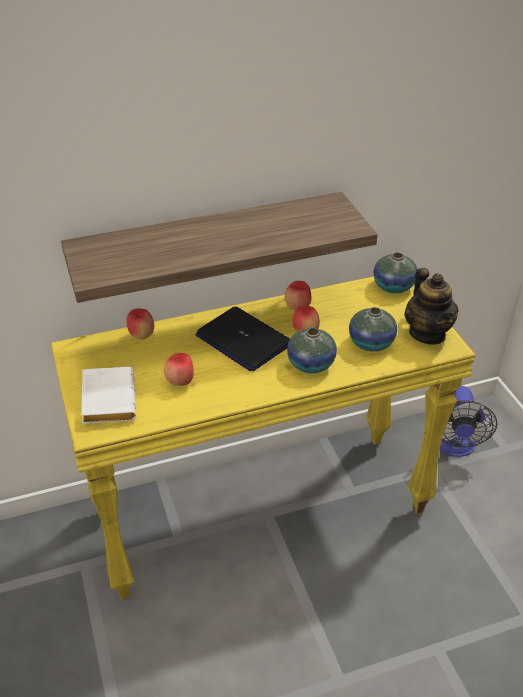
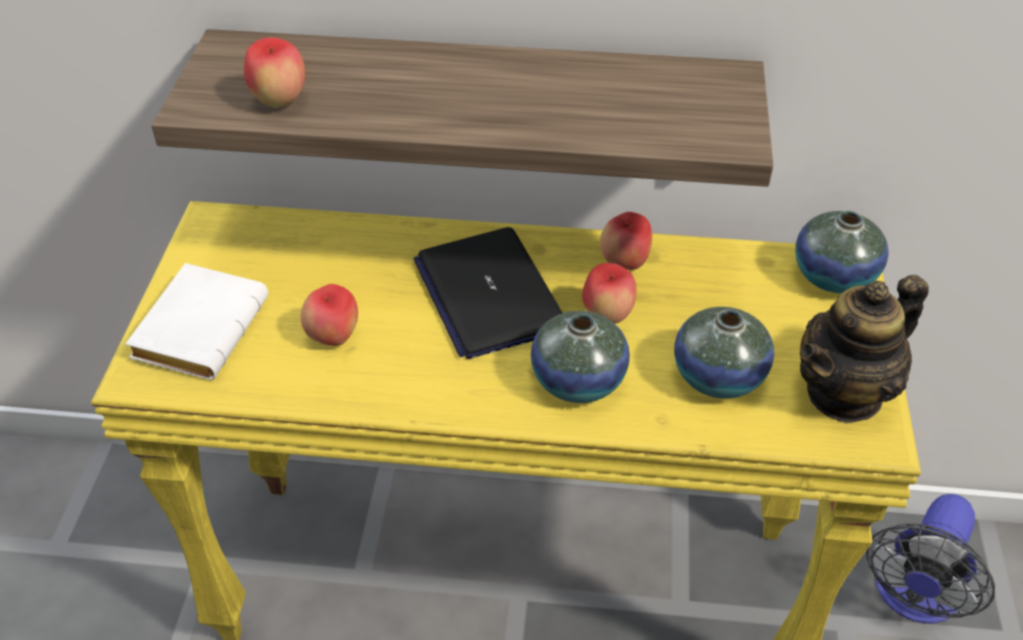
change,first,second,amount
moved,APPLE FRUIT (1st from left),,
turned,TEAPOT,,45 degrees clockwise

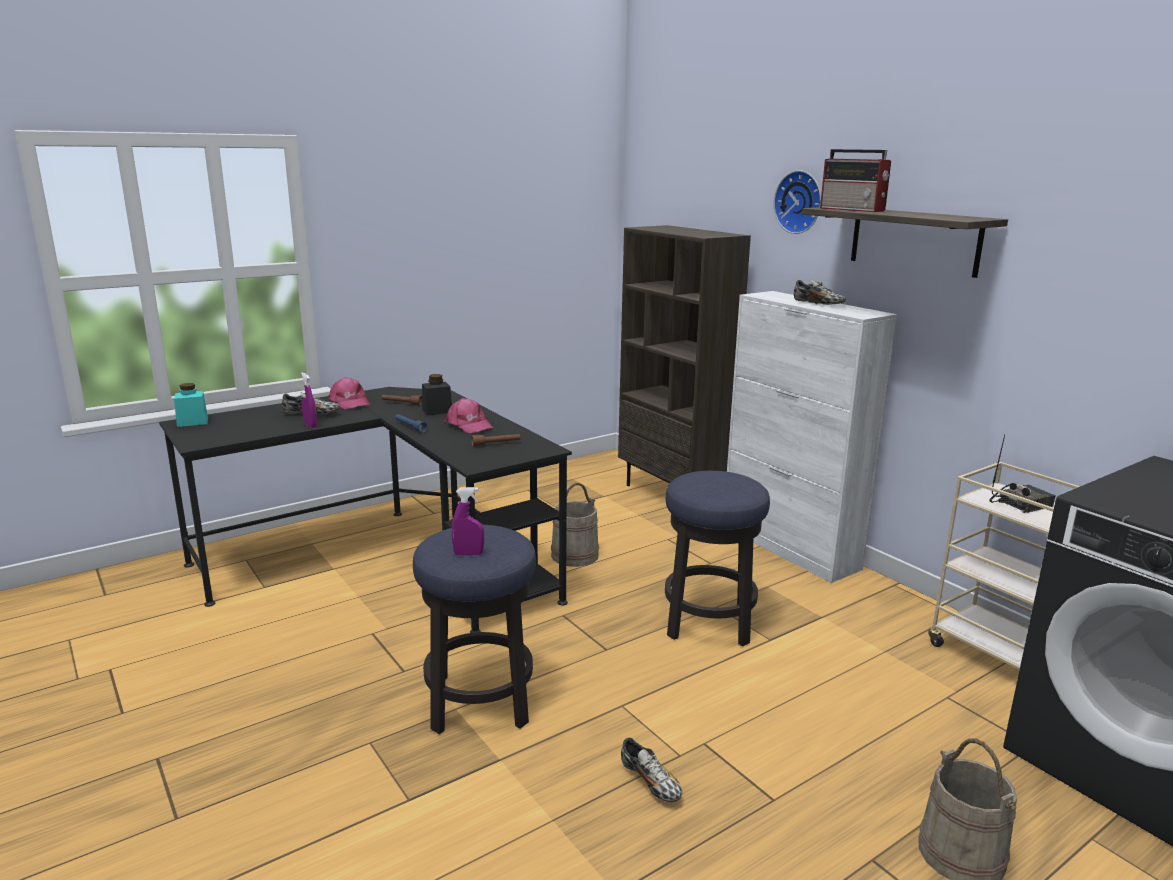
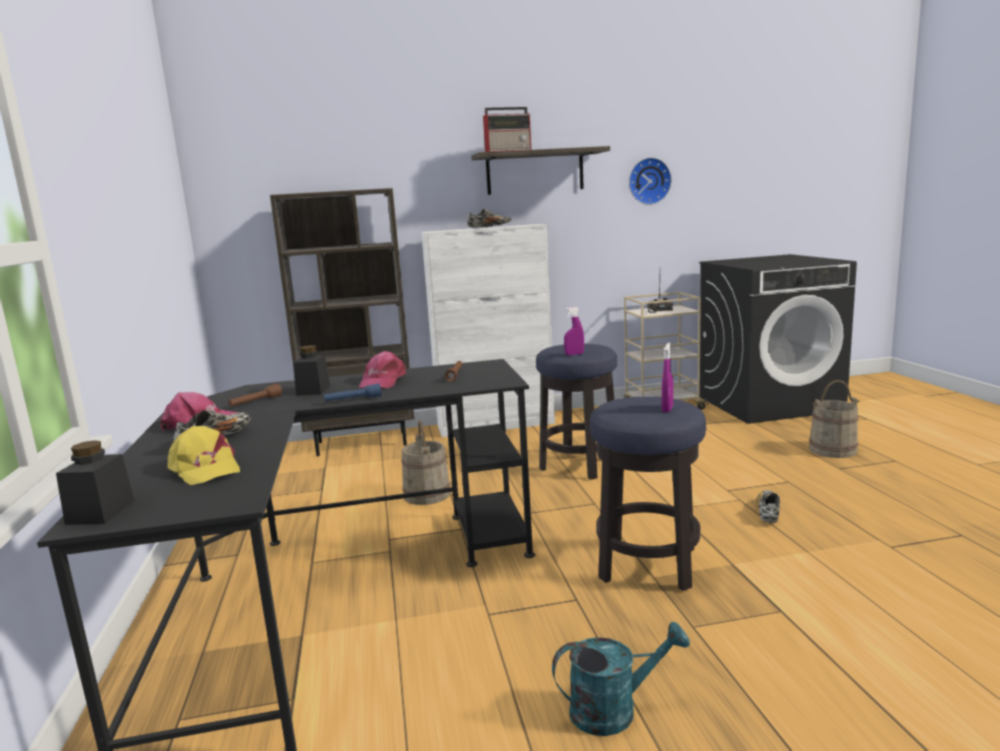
change,first,second,amount
added,,YELLOW-COLOURED BASEBALL CAP,
added,,BLUE-GREEN WATERING CAN,
moved,PURPLE SPRAYER (1st from left),,
moved,WALL CLOCK,,
recoloured,BLUE-GREEN PRESERVE JAR,BLACKISH PRESERVE JAR (1st from left),
turned,PINK BASEBALL CAP (2nd from left),,120 degrees clockwise
turned,LOW SHOE (2nd from left in the first image),LOW SHOE (3rd from left),60 degrees counterclockwise

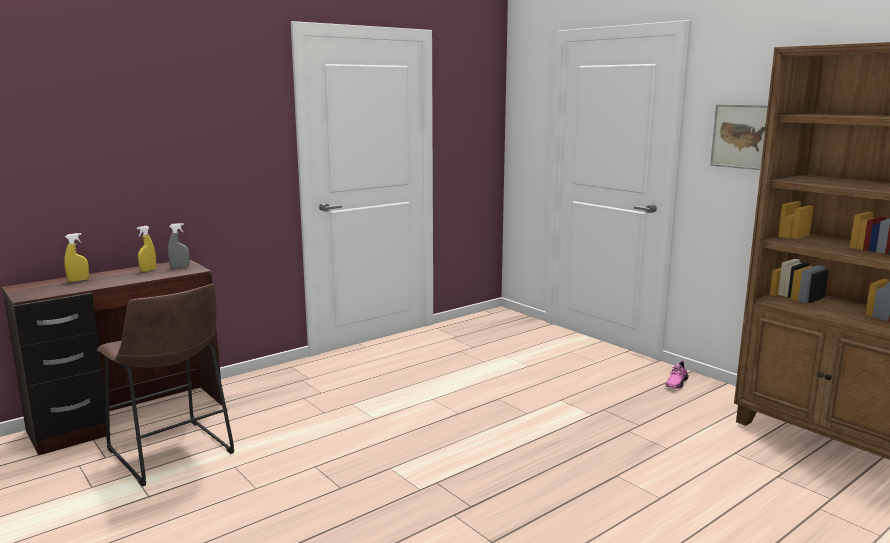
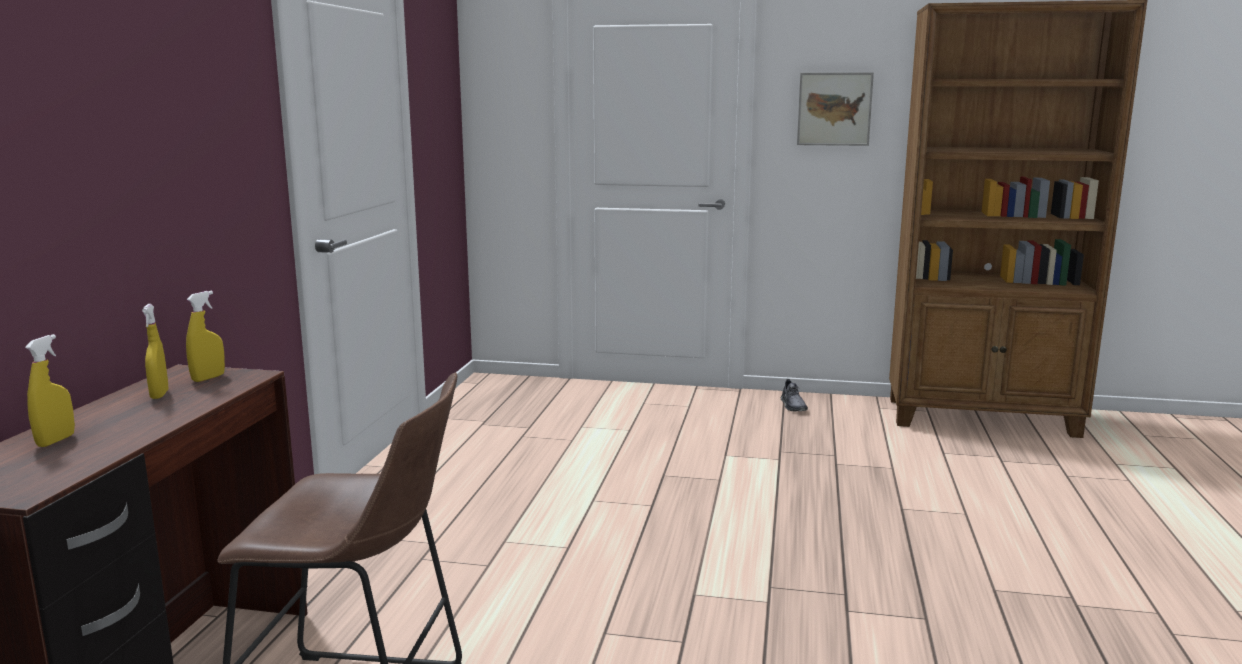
change,first,second,amount
recoloured,GREY SPRAYER,YELLOW-COLOURED SPRAYER (3rd from left),
recoloured,PINK LOW SHOE,GREY LOW SHOE,

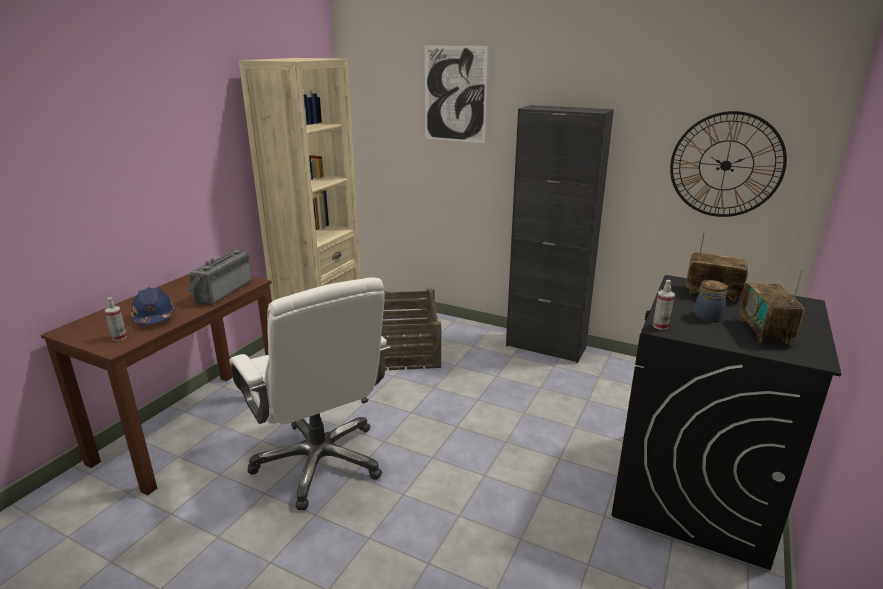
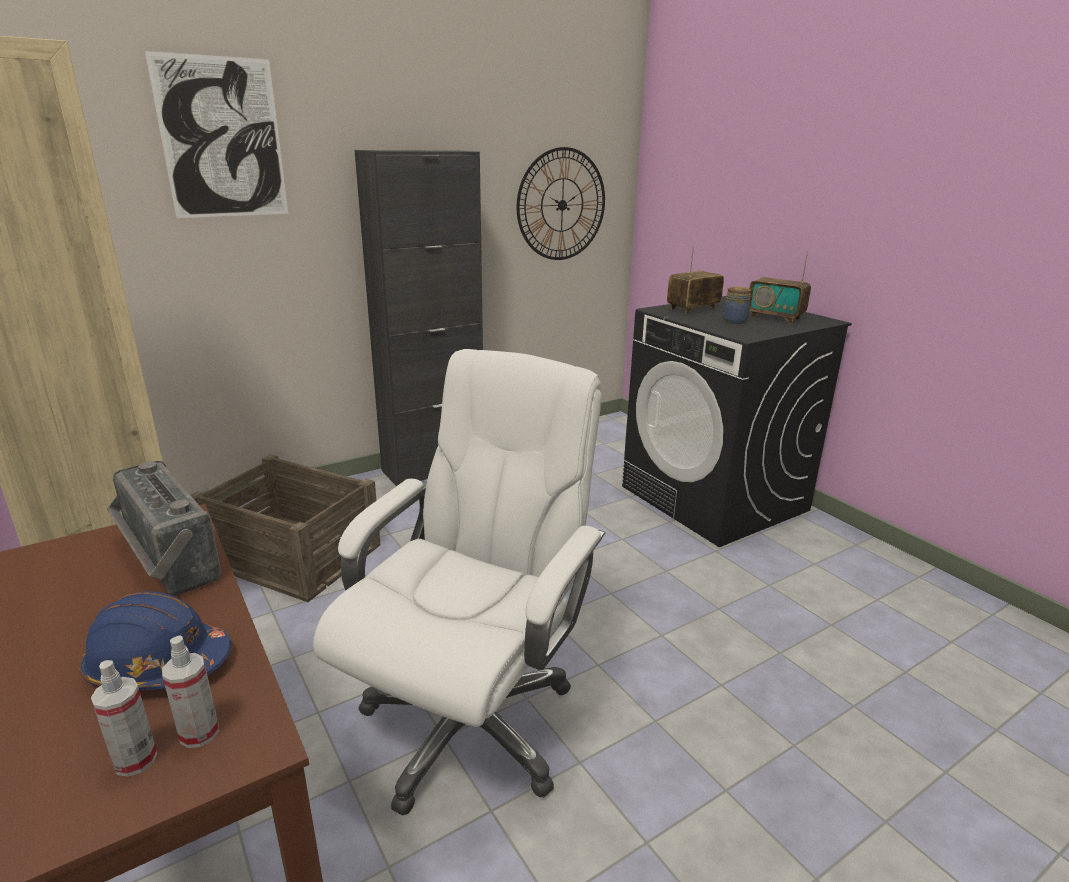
change,first,second,amount
moved,SPRAYER (2nd from left in the first image),SPRAYER (1st from left),
turned,WHITE OFFICE CHAIR,,60 degrees counterclockwise

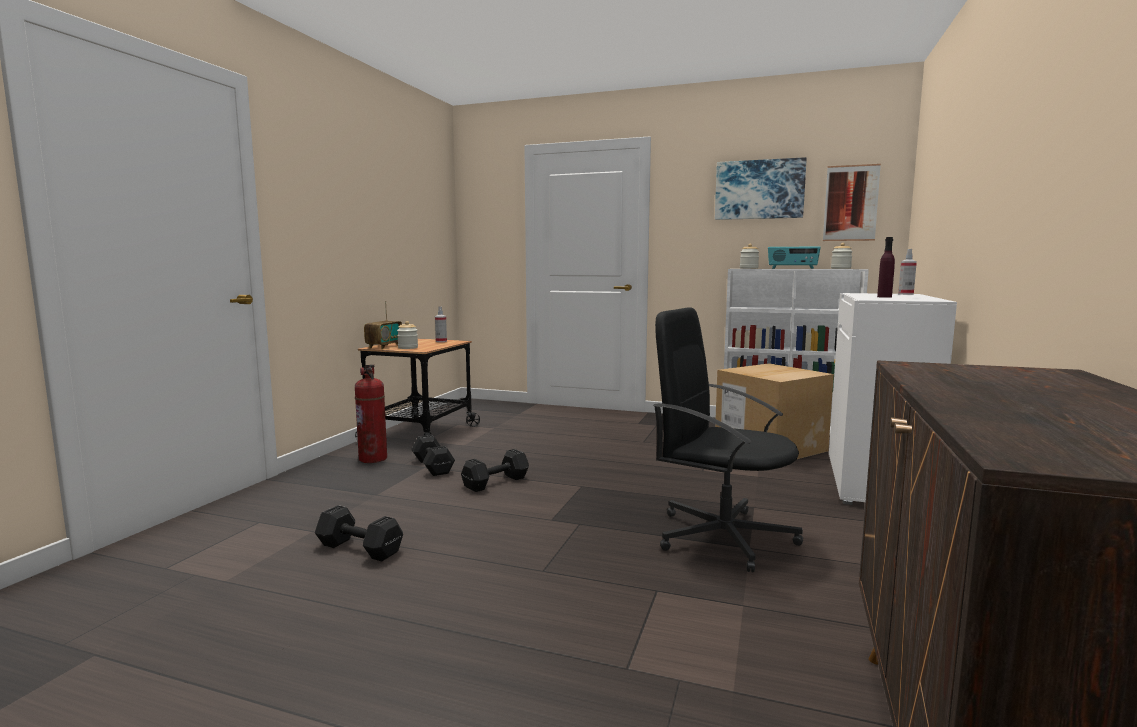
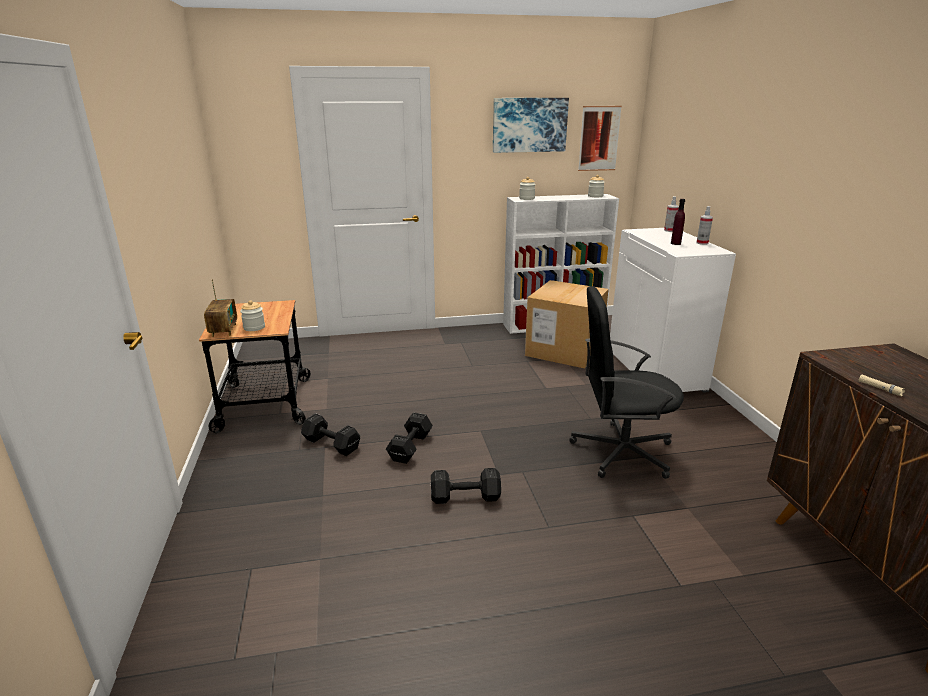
change,first,second,amount
removed,FIRE EXTINGUISHER,,
removed,RADIO (2nd from left),,
added,,SAND-COLOURED HAND TORCH,
moved,BLACKISH FREE WEIGHT (1st from left in the first image),BLACKISH FREE WEIGHT (3rd from left),
moved,SPRAYER (1st from left in the first image),SPRAYER (2nd from left),

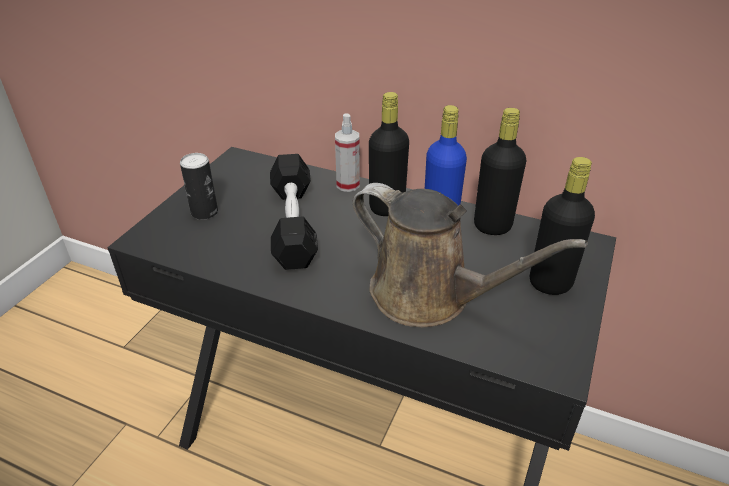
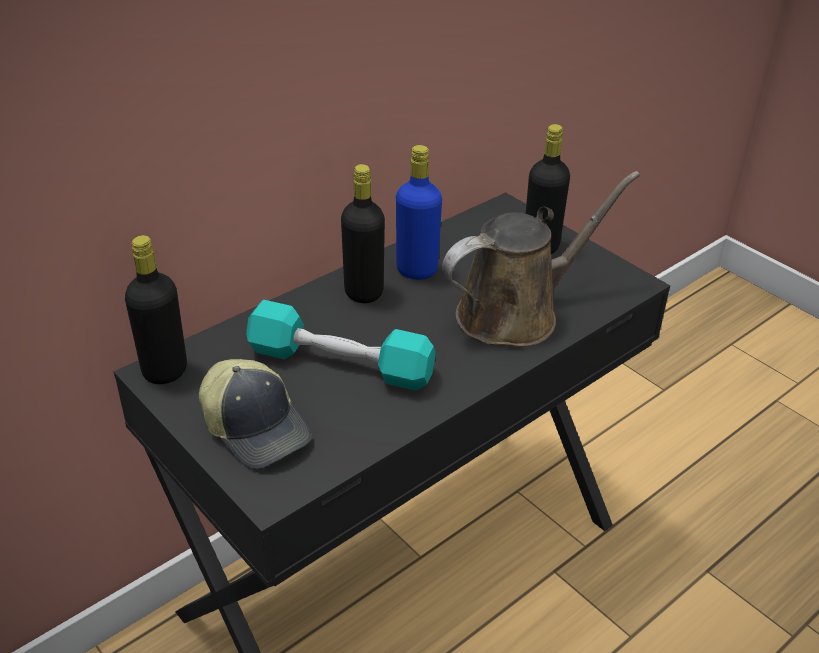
change,first,second,amount
removed,SPRAYER,,
moved,BLACKISH DRINK BOTTLE (2nd from left in the first image),BLACKISH DRINK BOTTLE (1st from left),
replaced,CAN,BASEBALL CAP,
recoloured,BLACKISH FREE WEIGHT,BLUE-GREEN FREE WEIGHT,

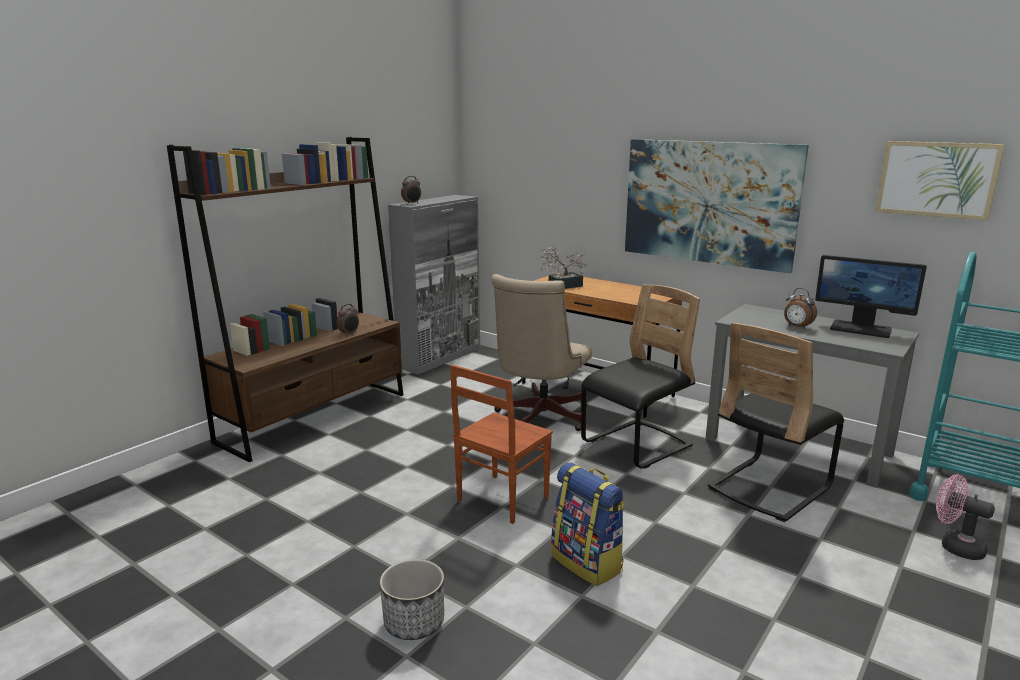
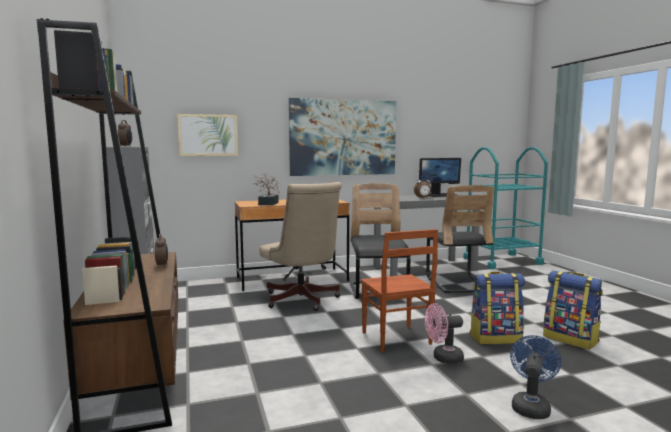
change,first,second,amount
added,,RUCKSACK (2nd from left),
moved,PICTURE (2nd from left in the first image),PICTURE (1st from left),
moved,PINK ELECTRIC FAN,,
replaced,PLANTER,BLUE-COLOURED ELECTRIC FAN,

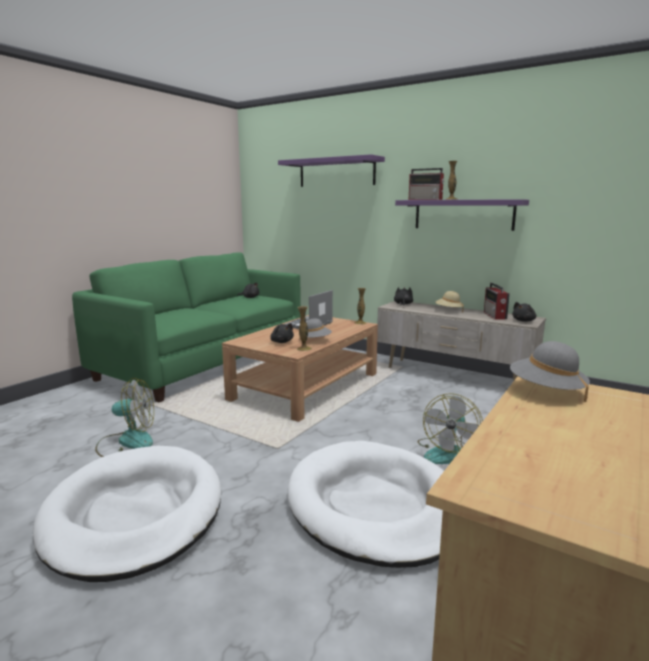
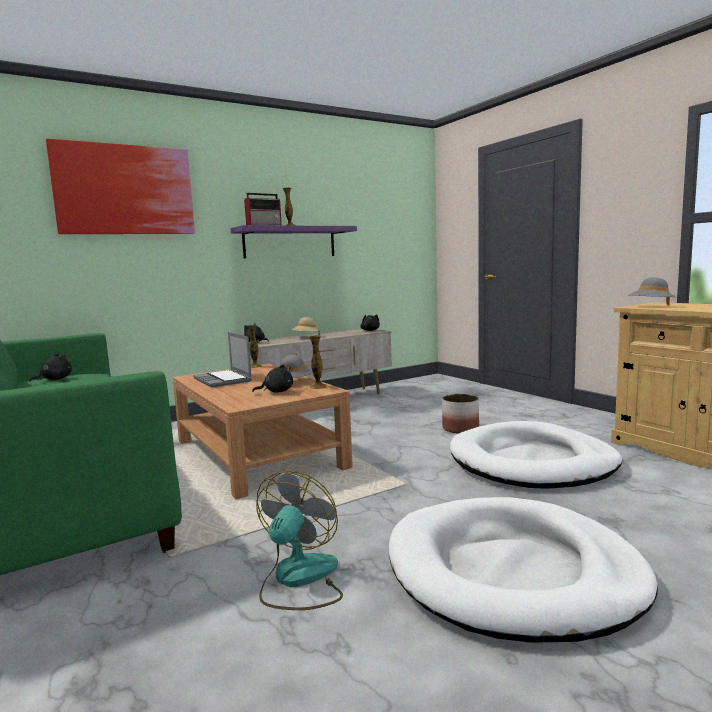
change,first,second,amount
removed,RADIO (2nd from left),,
replaced,PURPLE BRACKET SHELF (1st from left),PICTURE,
replaced,ELECTRIC FAN (2nd from left),PLANTER,

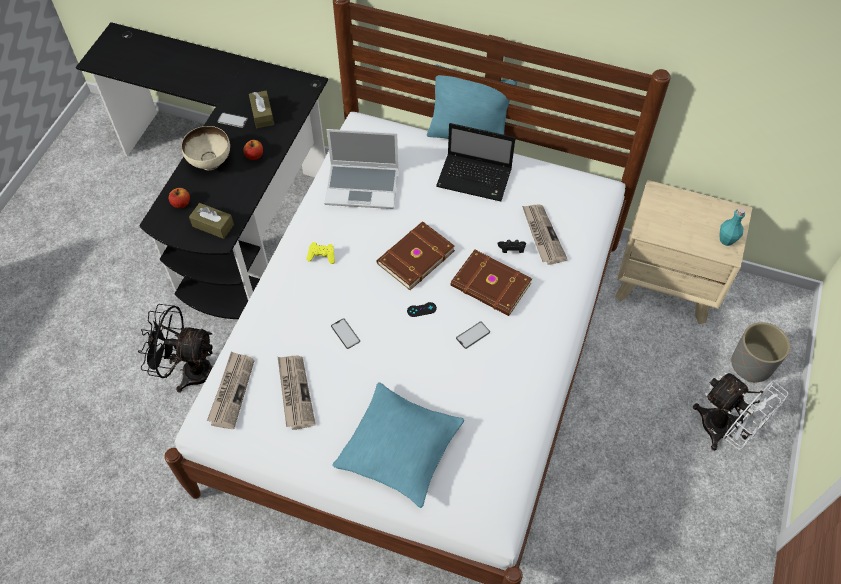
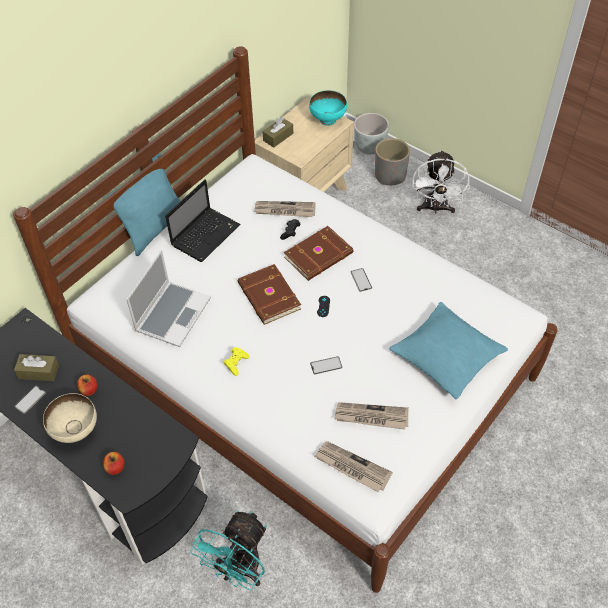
change,first,second,amount
added,,GREY PLANTER (1st from left),
moved,BROWN-COLOURED TISSUE HOLDER (1st from left in the first image),BROWN-COLOURED TISSUE HOLDER (2nd from left),
replaced,BLUE-GREEN DRINK BOTTLE,BLUE-GREEN SERVING BOWL,
recoloured,BLACKISH ELECTRIC FAN,BLUE-GREEN ELECTRIC FAN,
turned,WHITE ELECTRIC FAN,,120 degrees clockwise

